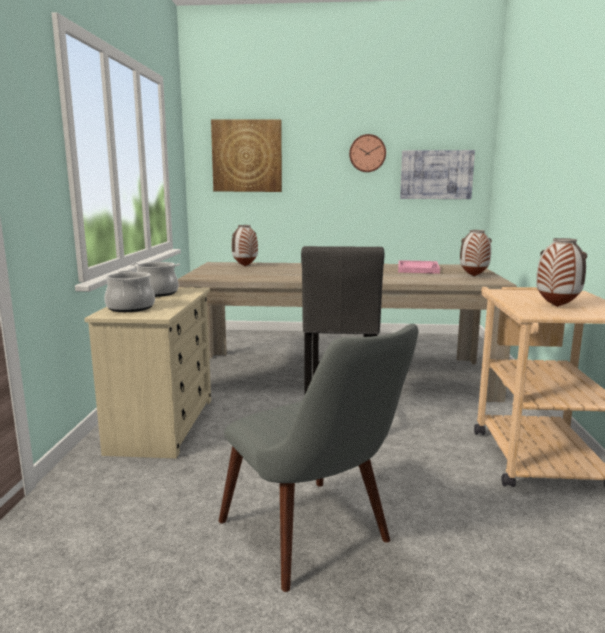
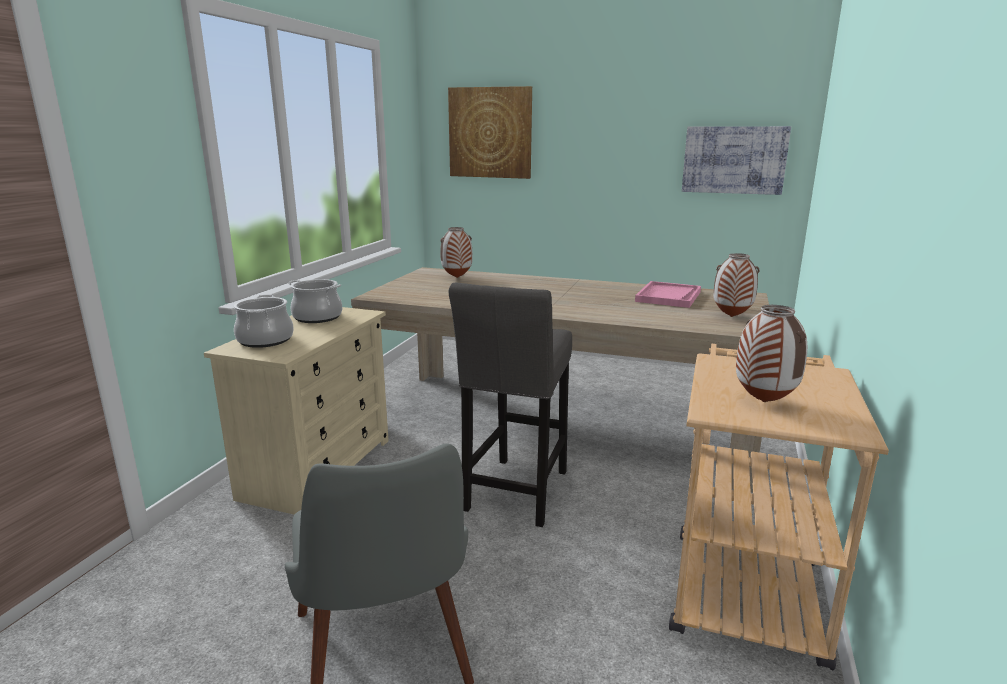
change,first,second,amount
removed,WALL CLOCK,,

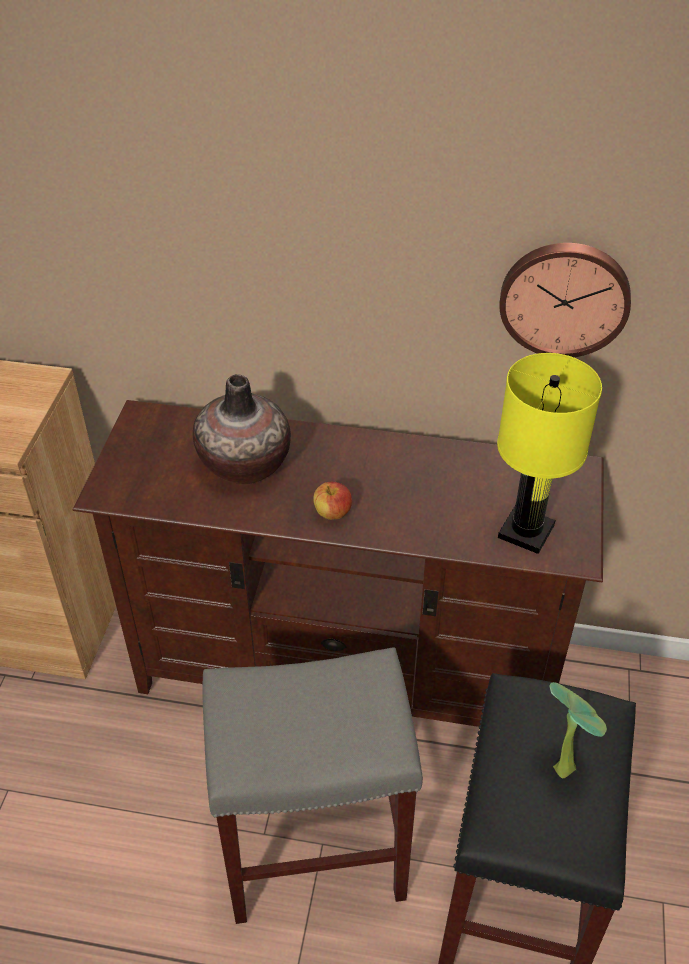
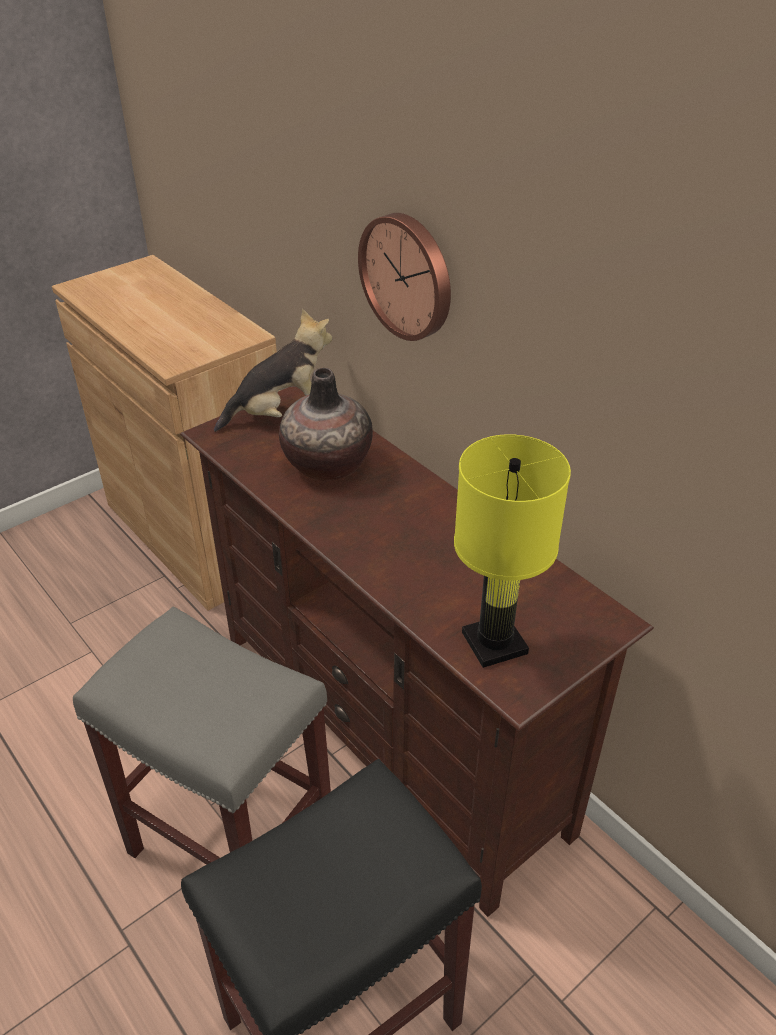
change,first,second,amount
removed,APPLE FRUIT,,
removed,PLANT IN A POT,,
added,,CUDDLY TOY,
moved,WALL CLOCK,,

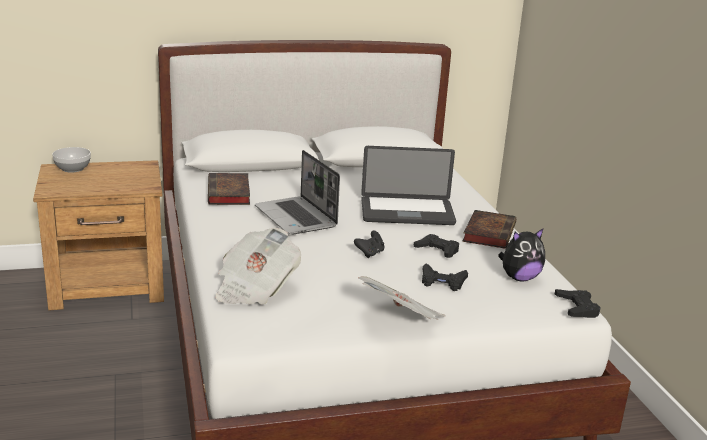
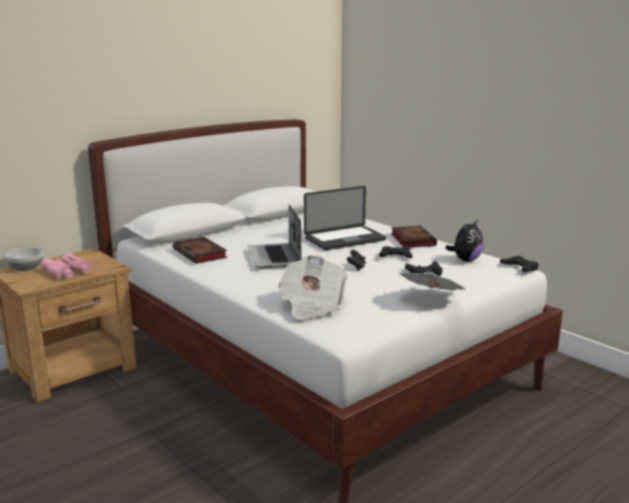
change,first,second,amount
added,,PINK BINOCULARS,
turned,NOTEBOOK COMPUTER (1st from left),,45 degrees clockwise

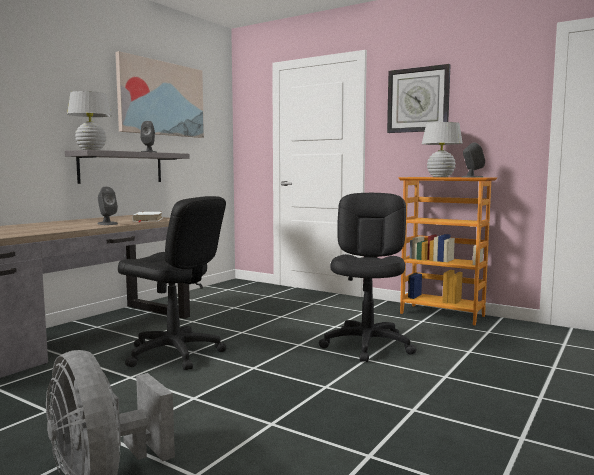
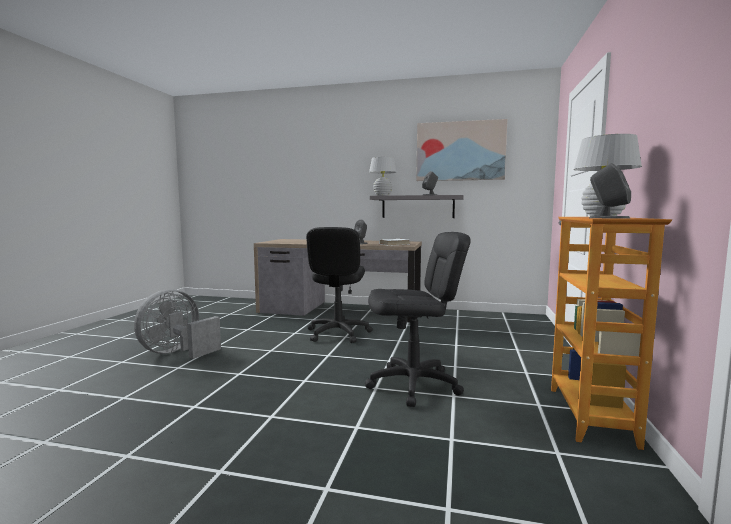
change,first,second,amount
removed,WALL CLOCK,,

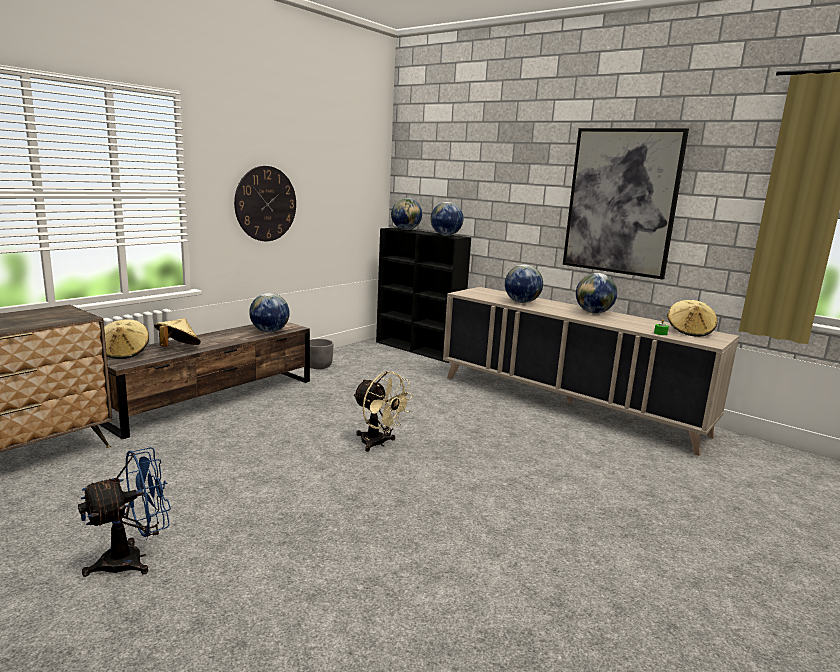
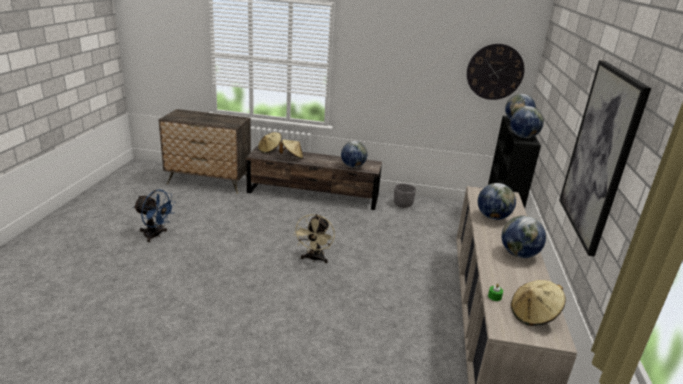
change,first,second,amount
moved,WALL CLOCK,,

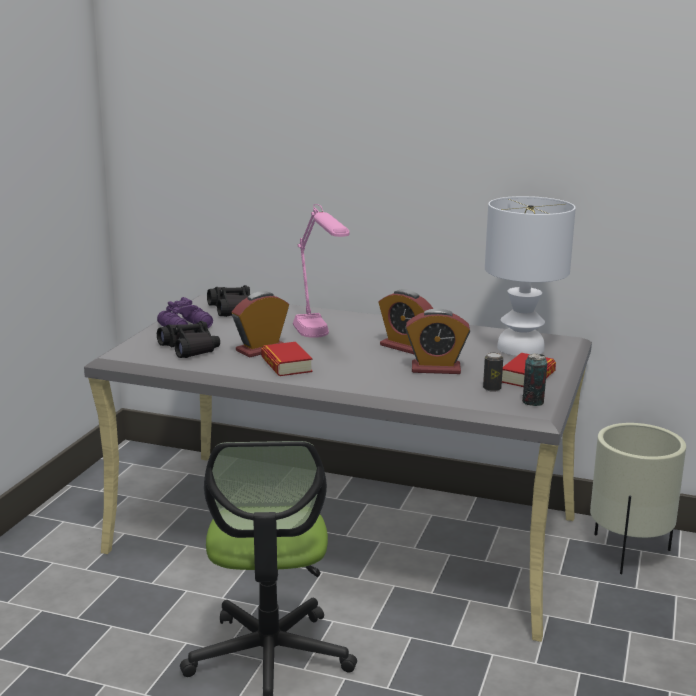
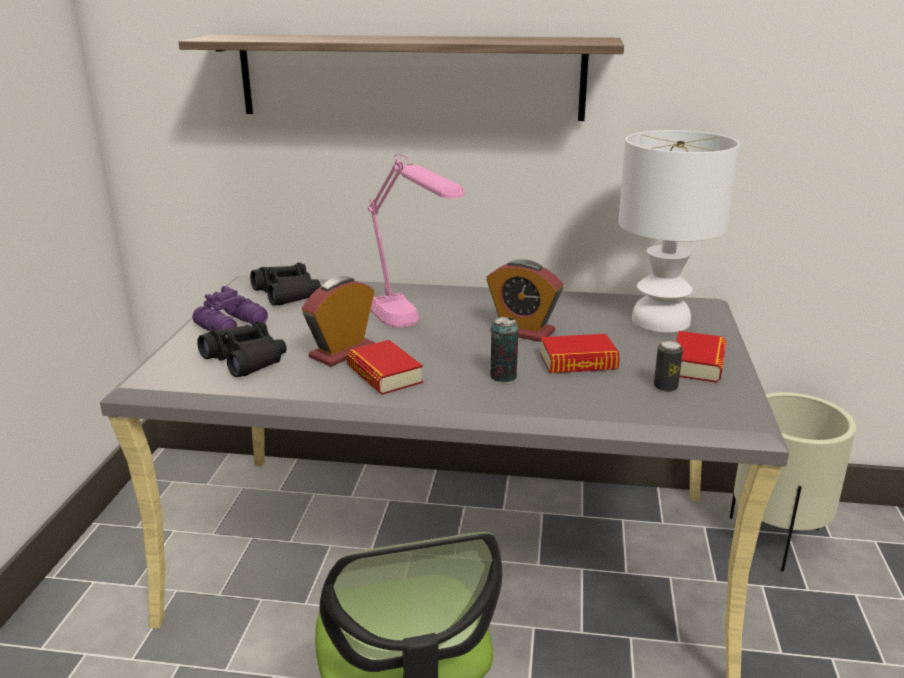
change,first,second,amount
added,,BRACKET SHELF,
moved,CAN (2nd from left in the first image),CAN (1st from left),
replaced,BEDSIDE CLOCK (3rd from left),VOLUME (2nd from left),

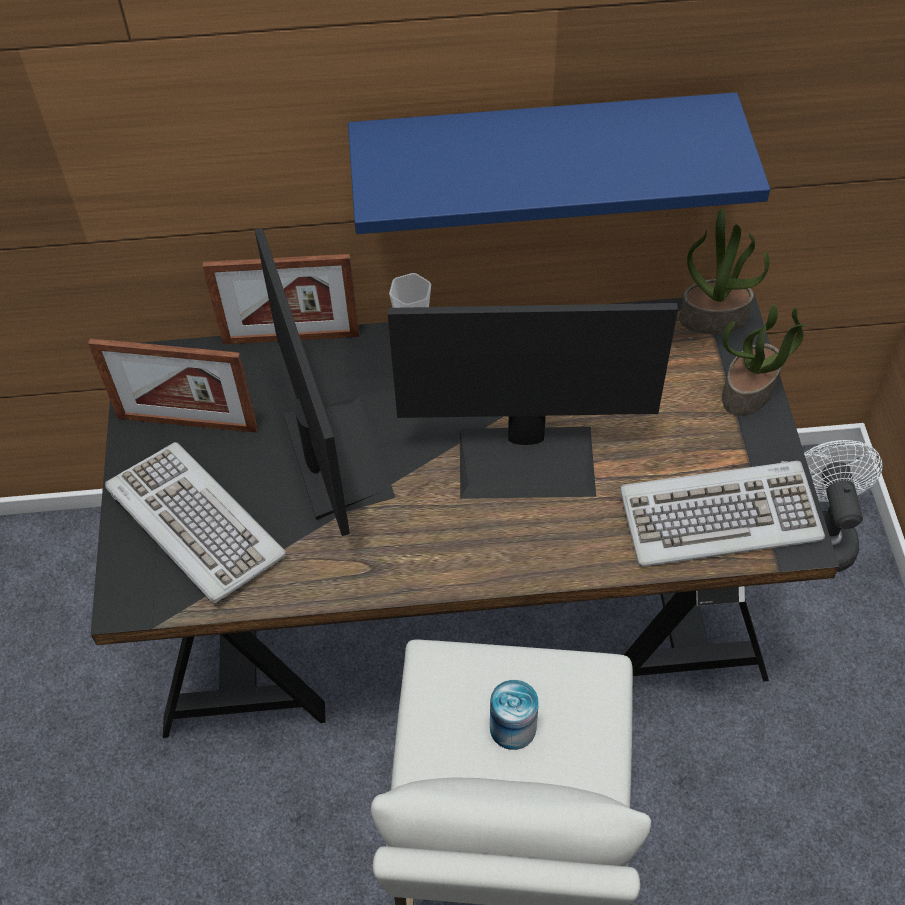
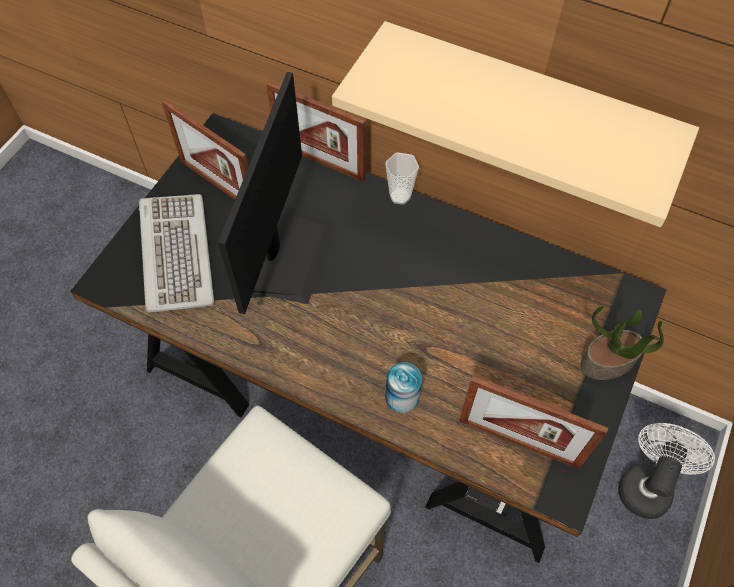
change,first,second,amount
removed,MONITOR (2nd from left),,
removed,PLANT IN A POT (1st from left),,
moved,CAN,,
replaced,KEYBOARD (2nd from left),PHOTO FRAME (3rd from left),
recoloured,BLUE-COLOURED BRACKET SHELF,SAND-COLOURED BRACKET SHELF,

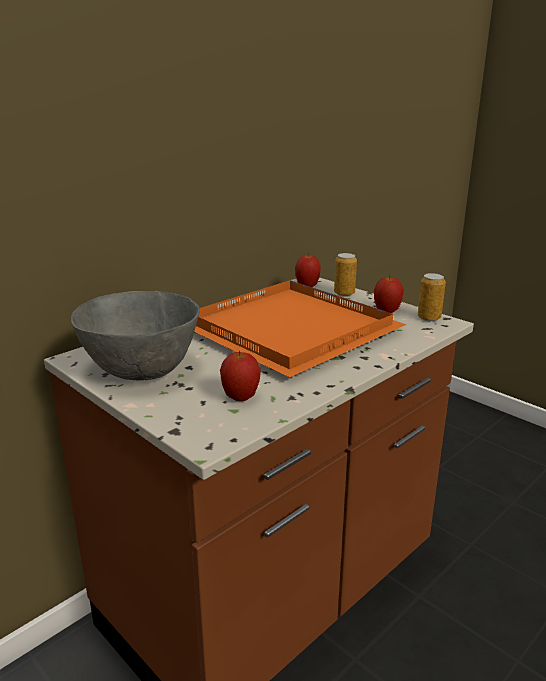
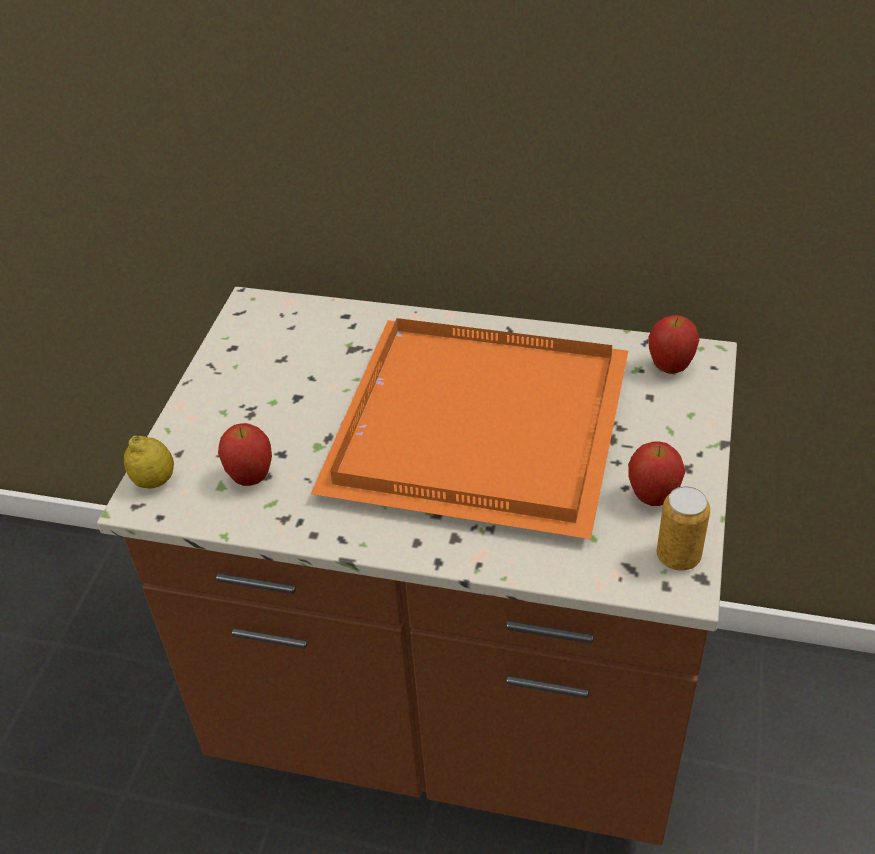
change,first,second,amount
removed,GREY SERVING BOWL,,
removed,CAN (1st from left),,
added,,CITRUS FRUIT,

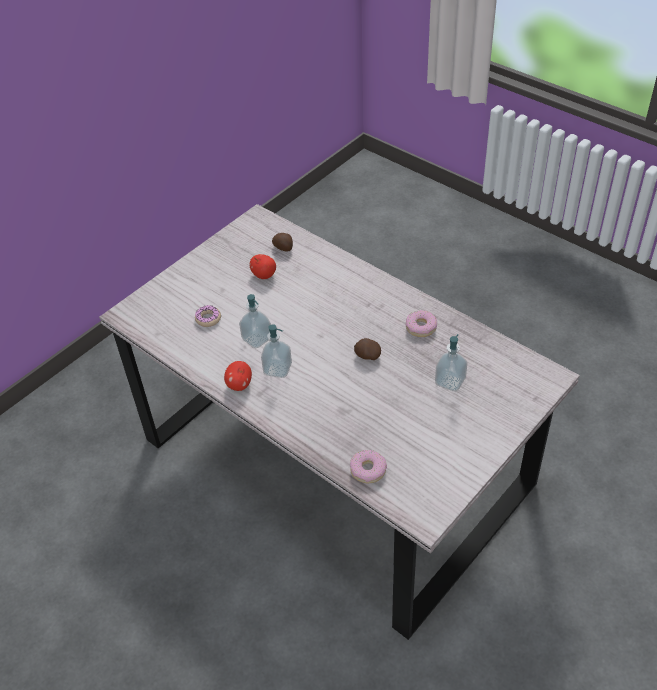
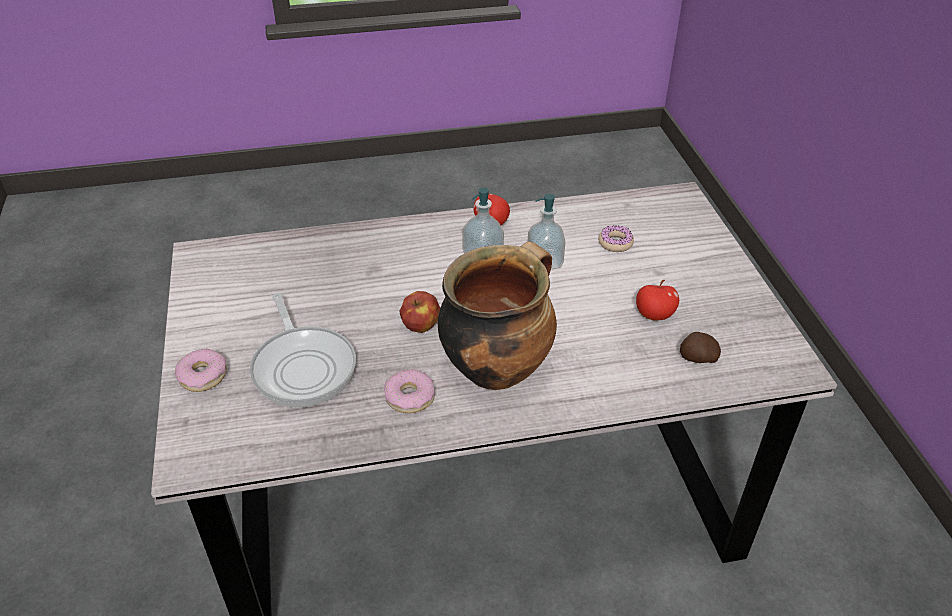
change,first,second,amount
added,,SAUCEPOT,
moved,DOUGHNUT (2nd from left in the first image),DOUGHNUT (1st from left),
replaced,POTATO (2nd from left),APPLE FRUIT (1st from left),
replaced,SOAP BOTTLE (3rd from left),SKILLET,

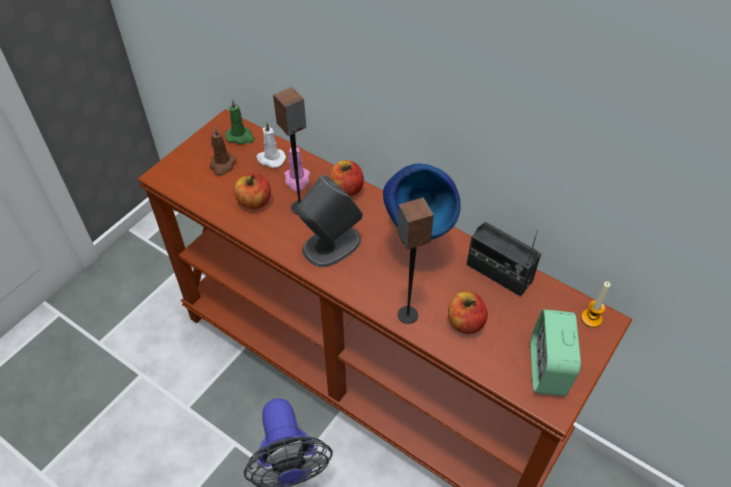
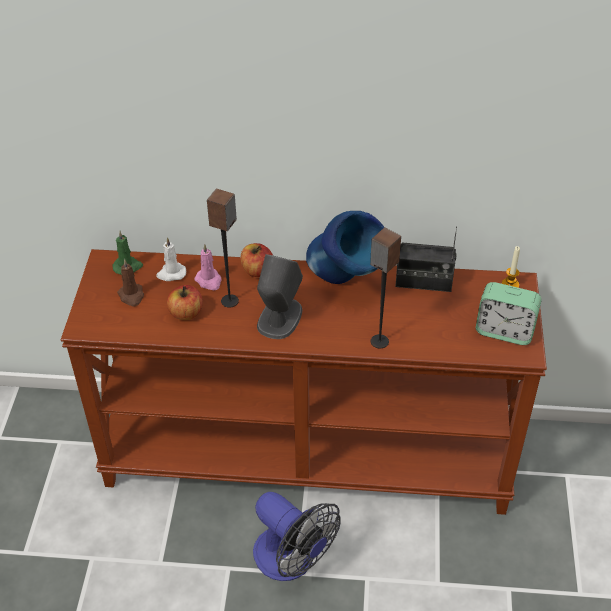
change,first,second,amount
removed,APPLE FRUIT (3rd from left),,
turned,BEDSIDE CLOCK,,45 degrees counterclockwise

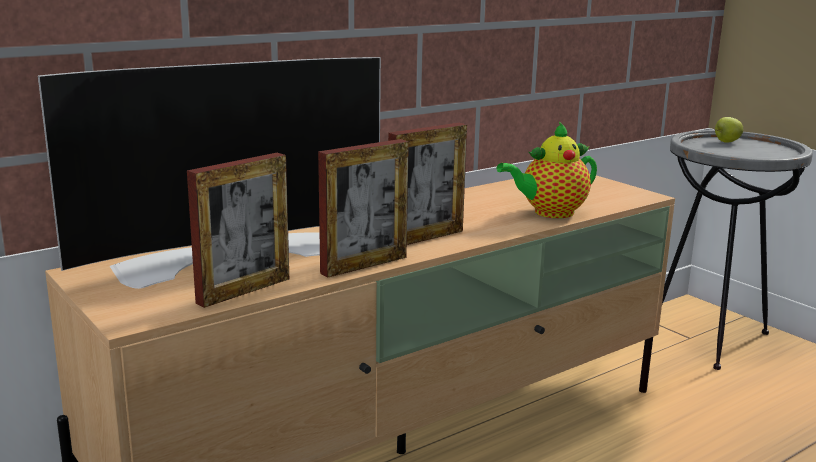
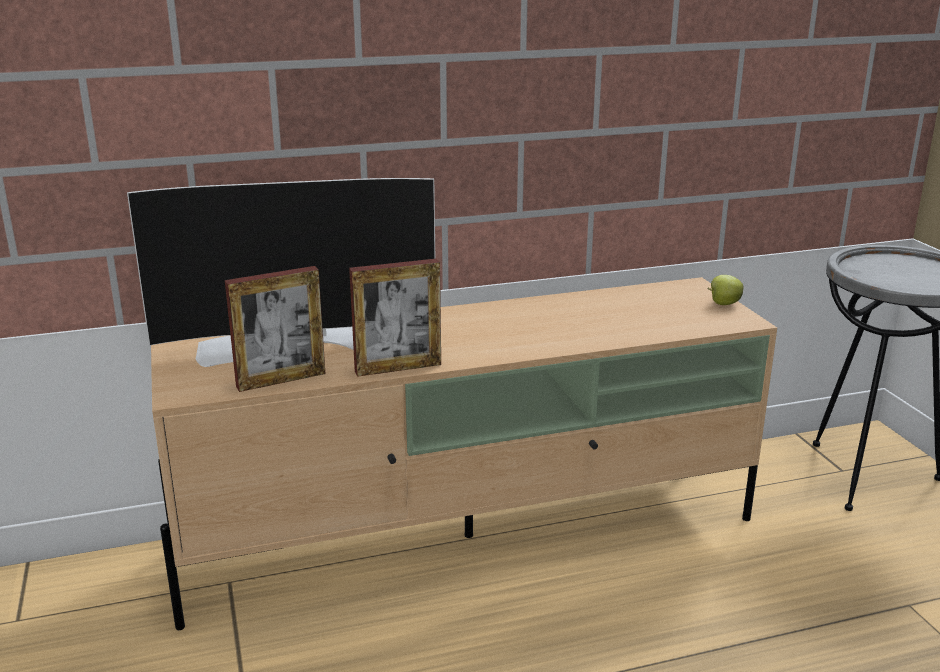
change,first,second,amount
removed,PHOTO FRAME (3rd from left),,
removed,TEAPOT,,
moved,APPLE FRUIT,,

